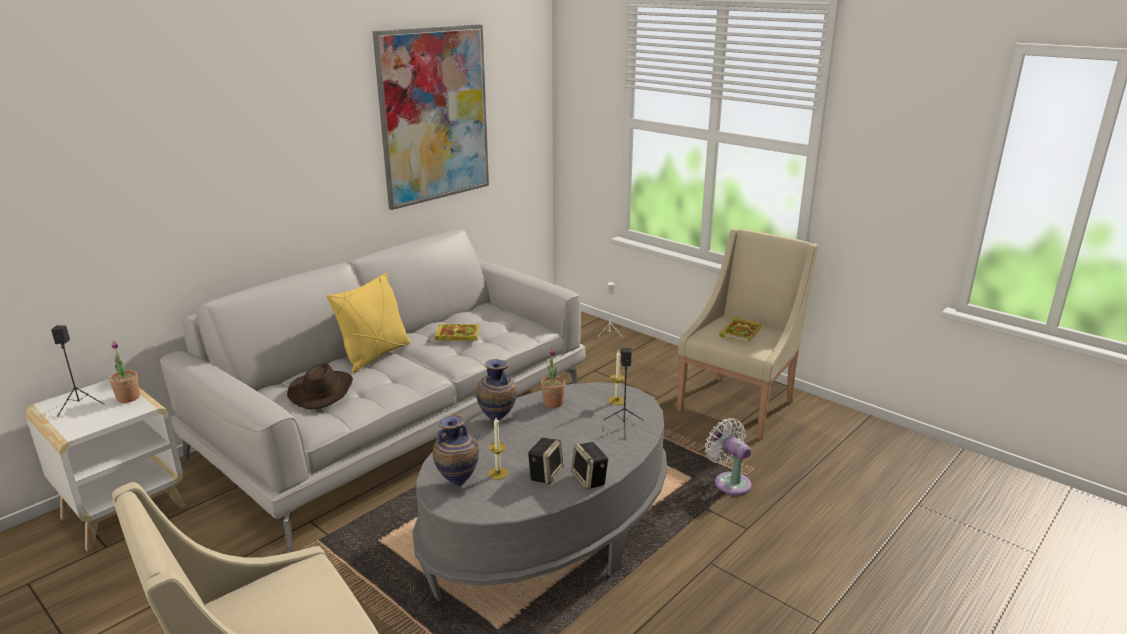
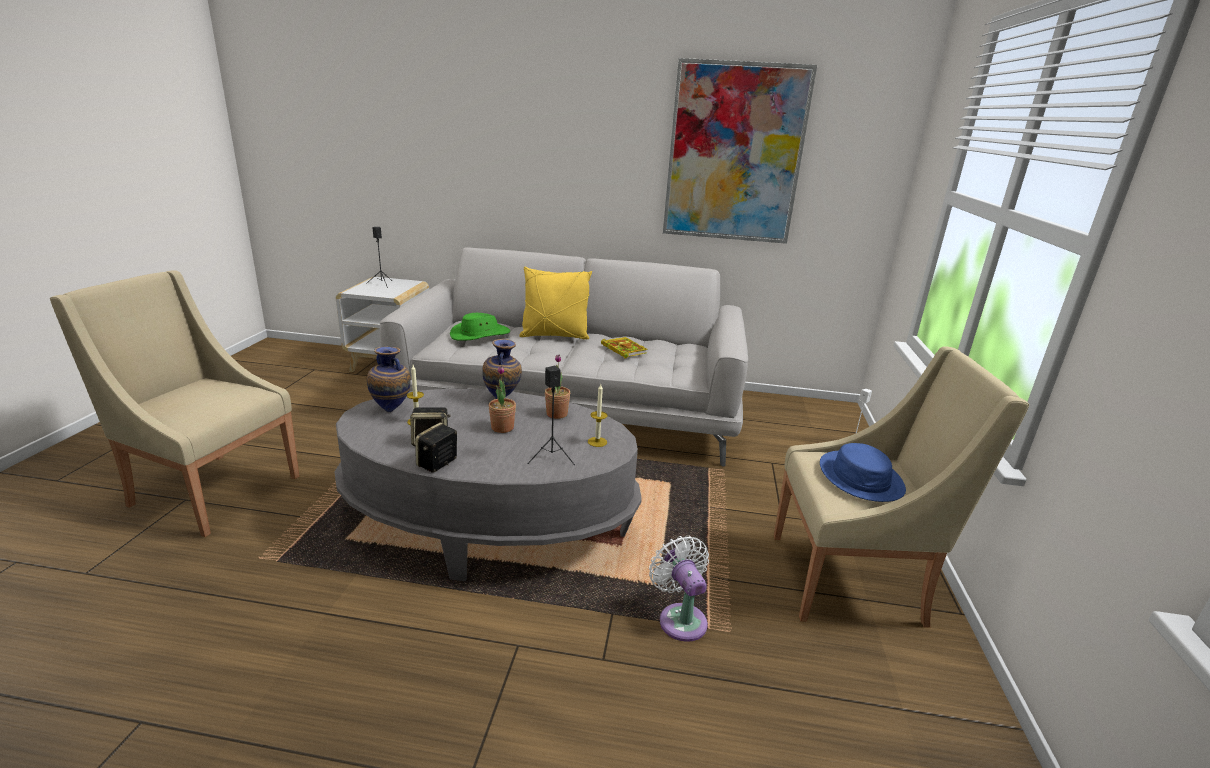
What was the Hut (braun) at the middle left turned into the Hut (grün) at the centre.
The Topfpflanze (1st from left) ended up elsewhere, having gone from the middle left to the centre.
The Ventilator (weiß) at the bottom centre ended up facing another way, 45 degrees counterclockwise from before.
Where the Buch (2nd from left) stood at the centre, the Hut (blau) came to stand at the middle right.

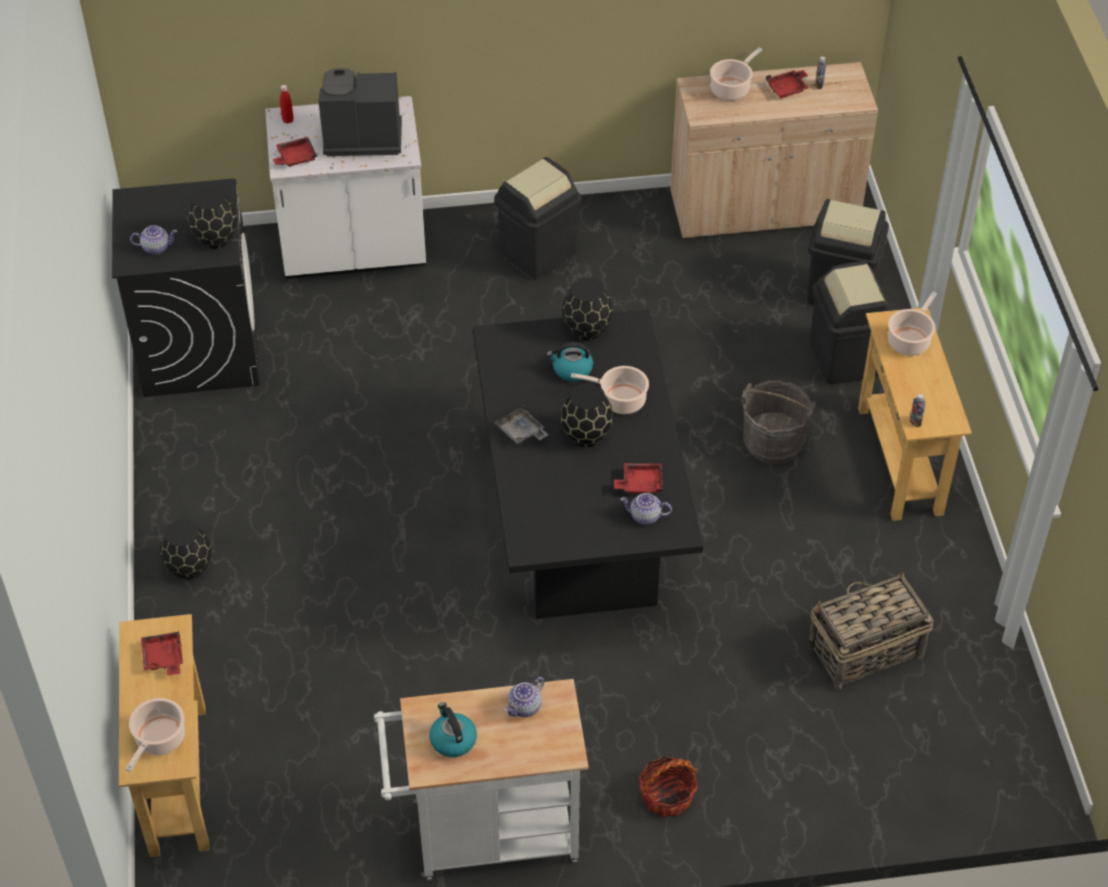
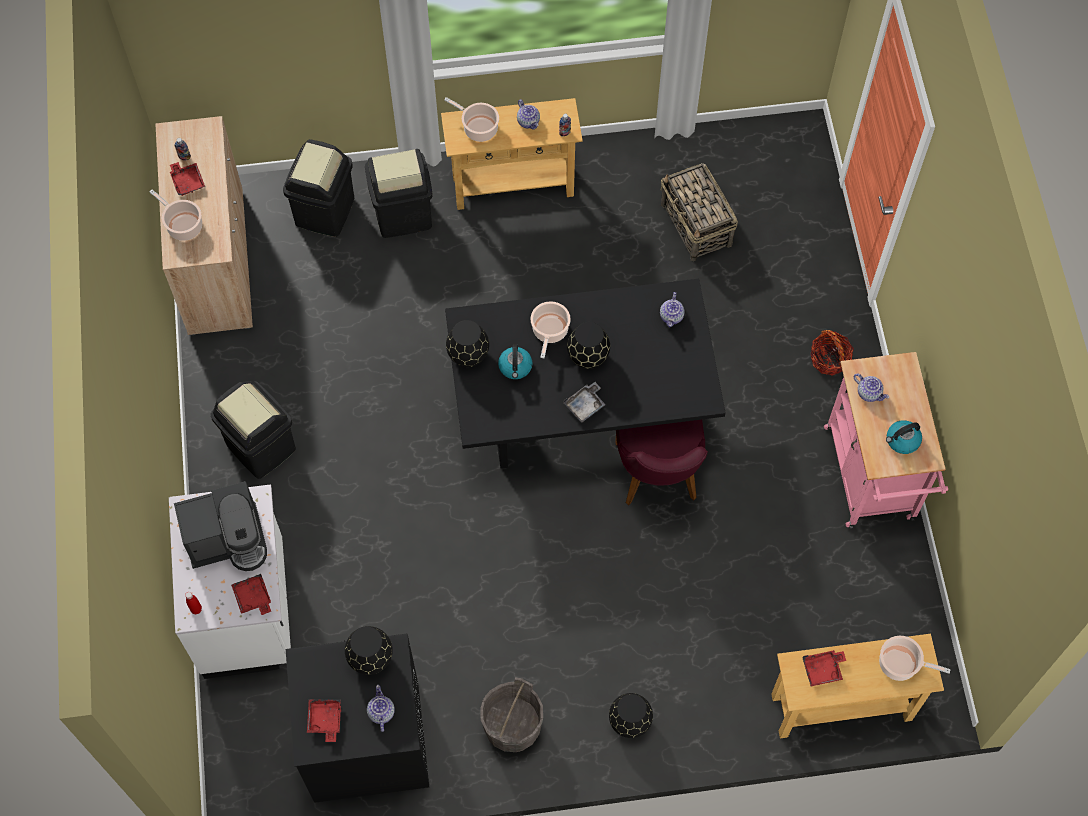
The Kaffeemaschine at the top left ended up facing another way, 105 degrees counterclockwise from before.
The Tablett (rot) (3rd from left) ended up elsewhere, having gone from the centre to the bottom left.
The Eimer (grau) ended up elsewhere, having gone from the middle right to the bottom centre.
The second view gained the Teekanne (2nd from left) at the top centre.
The second view gained the Stuhl (lila) at the centre.
What was the Rollwagen (weiß) at the bottom centre turned into the Rollwagen (rosa) at the middle right.

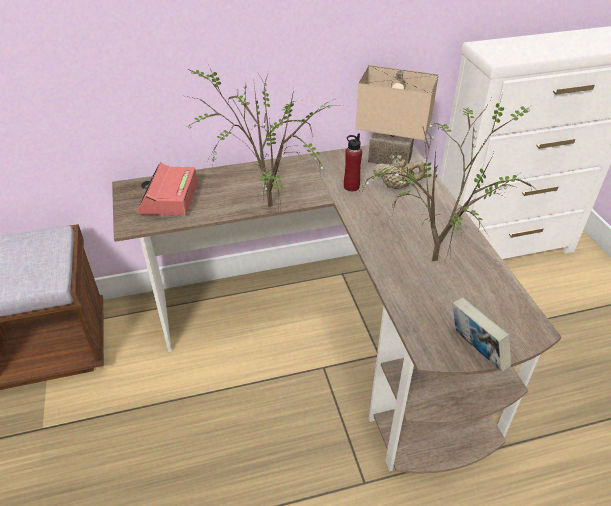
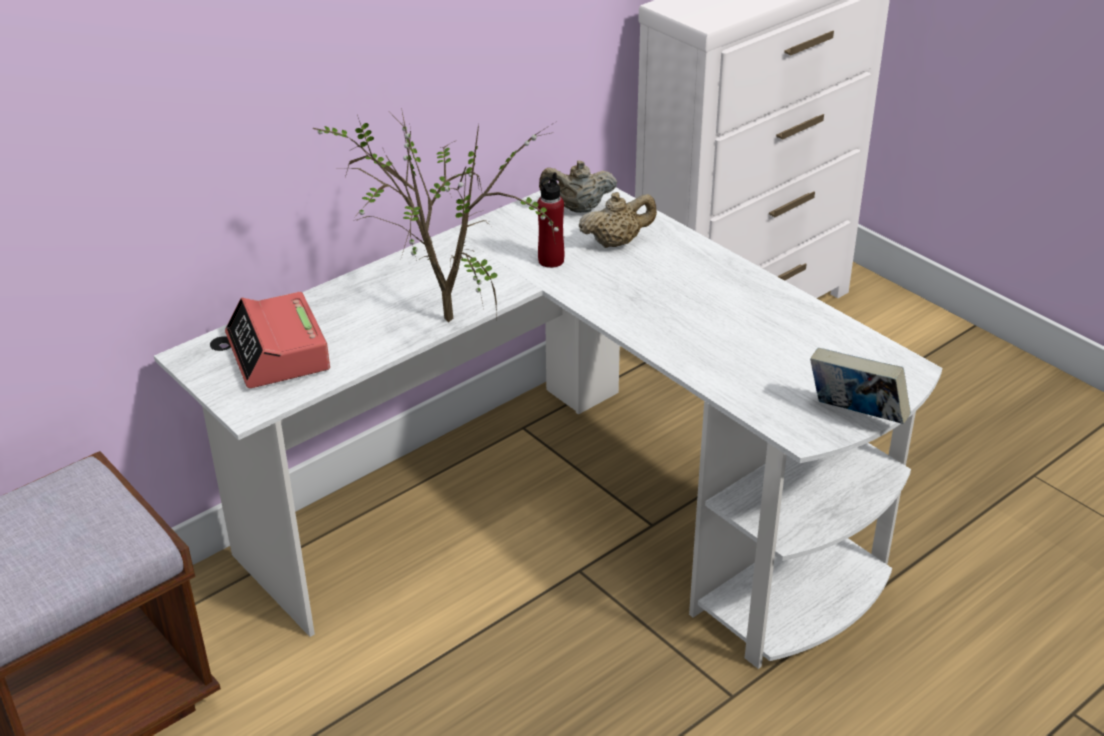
What was the Schreibtisch (braun) at the centre turned into the Schreibtisch (weiß) at the centre.
Where the Tischlampe (beige) stood at the top centre, the Teekanne (beige) (1st from left) came to stand at the top centre.
The second view lost the Topfpflanze (2nd from left) at the middle right.

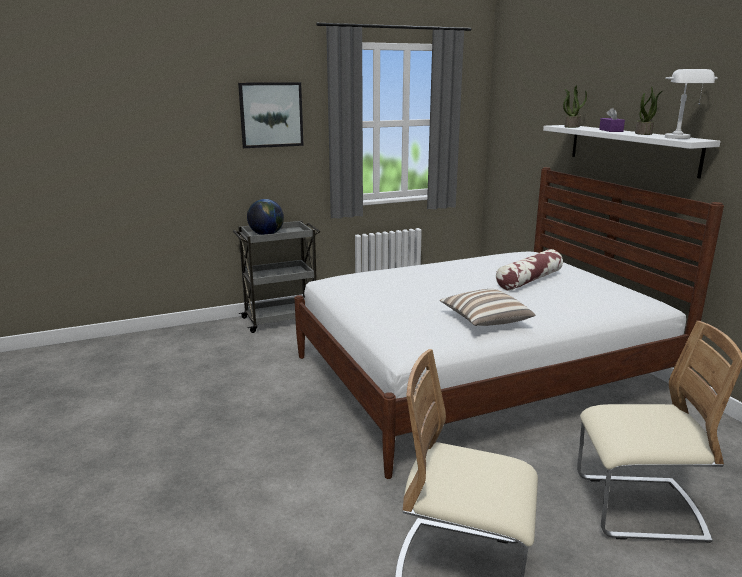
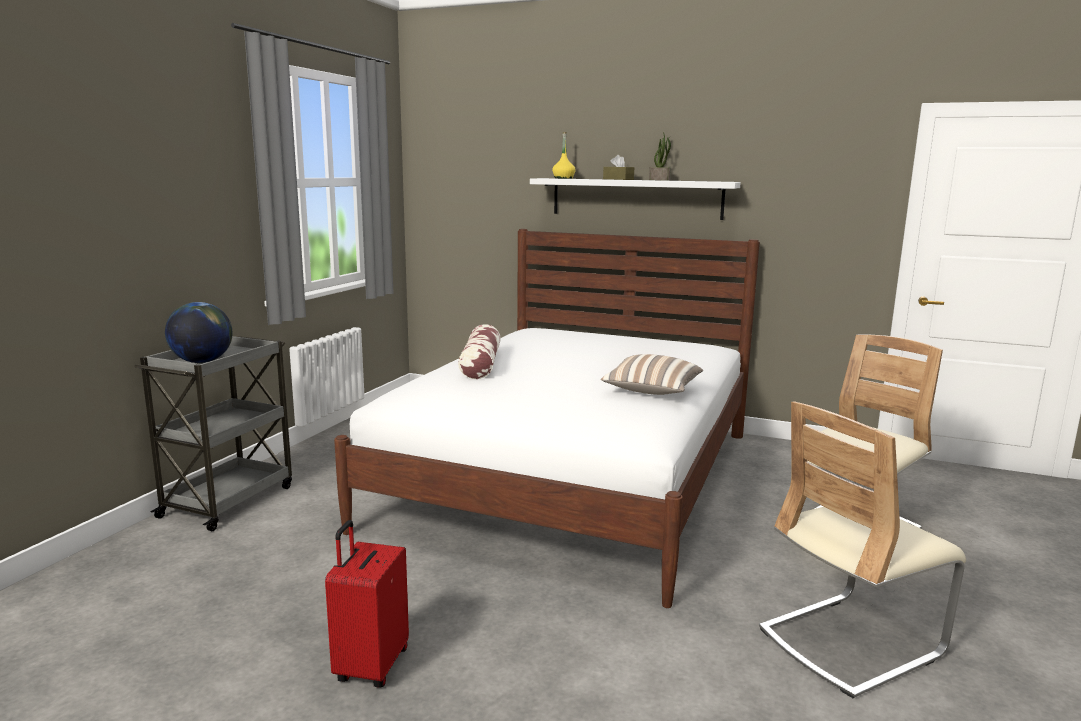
The second view gained the Koffer (rot) at the bottom centre.
The Kissen (2nd from left in the first image) ended up elsewhere, having gone from the middle right to the centre.
Where the Topfpflanze (1st from left) stood at the top right, the Flasche (gelb) came to stand at the top centre.
What was the Taschentuchbox (lila) at the top right turned into the Taschentuchbox (braun) at the top centre.
The second view lost the Bild at the top centre.
The second view lost the Tischlampe (weiß) at the top right.

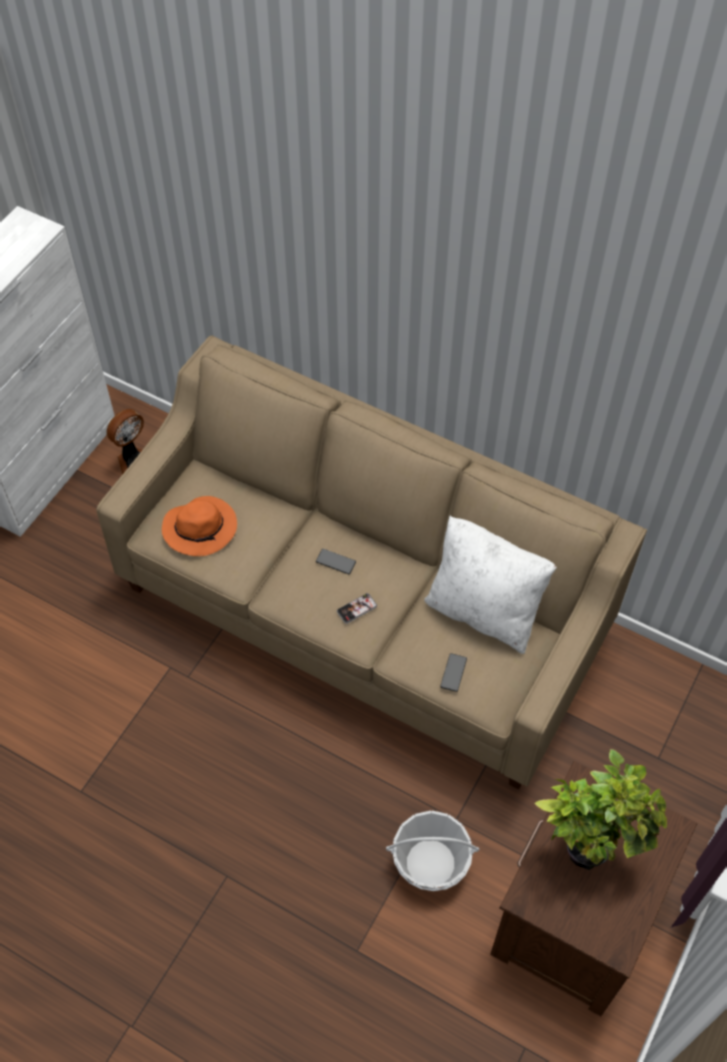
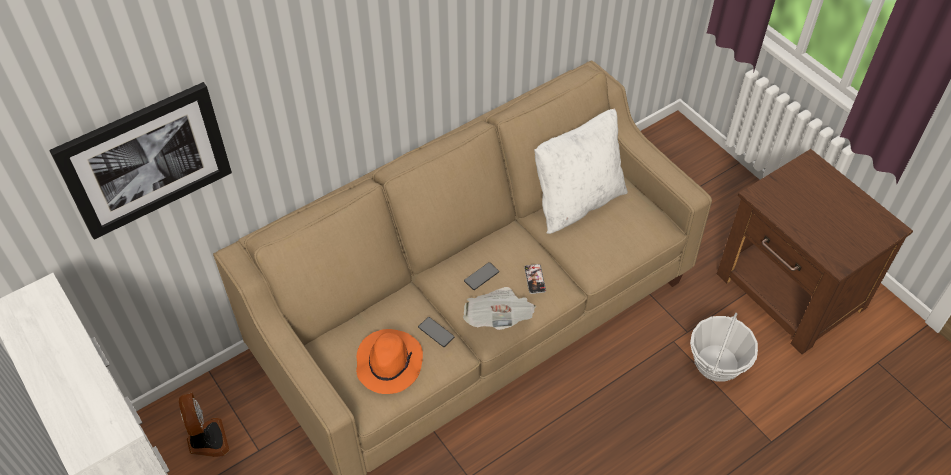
The second view gained the Bild at the middle left.
The Handy (3rd from left in the first image) ended up elsewhere, having gone from the centre to the bottom centre.
The second view gained the Zeitung at the centre.
The second view lost the Topfpflanze at the bottom right.

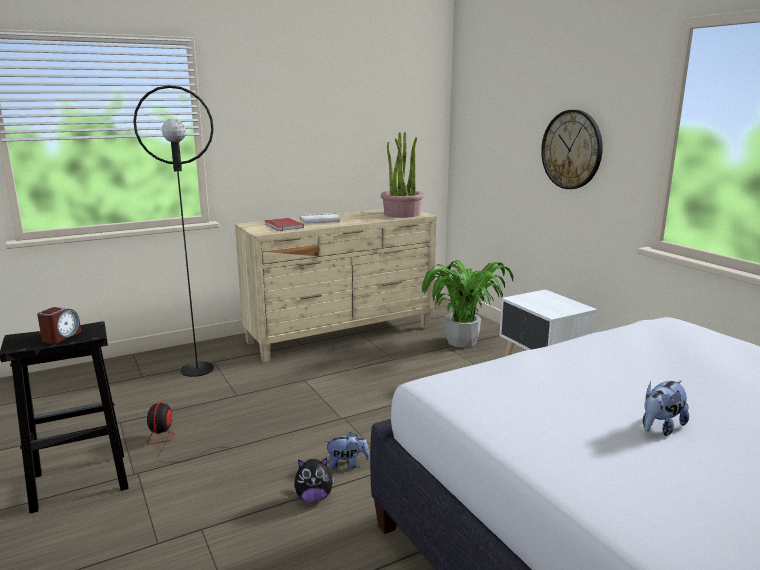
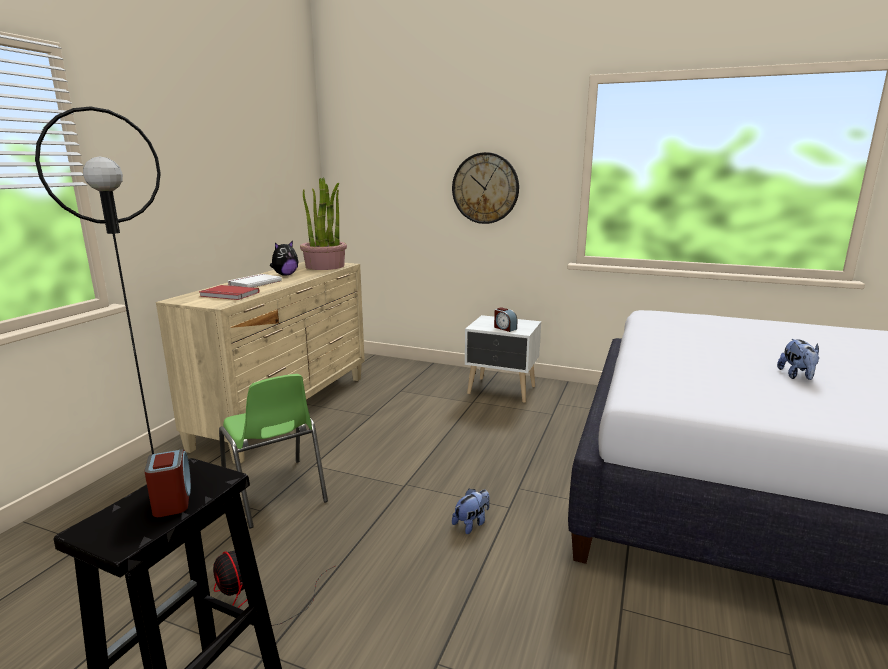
The second view gained the Stuhl (grün) at the bottom left.
The Plüschtier (1st from left) ended up elsewhere, having gone from the bottom centre to the middle left.
The second view gained the Wecker (2nd from left) at the centre.
The second view lost the Topfpflanze (2nd from left) at the centre.

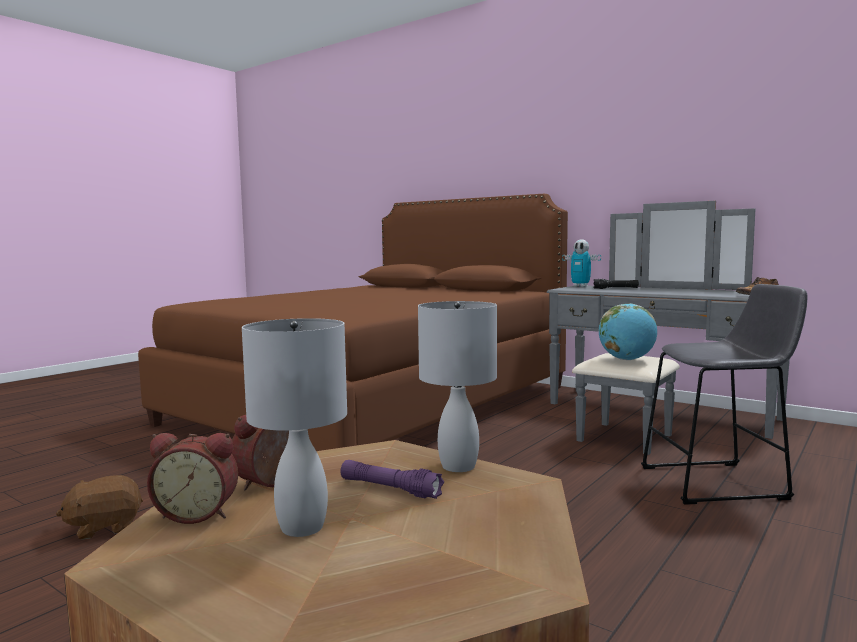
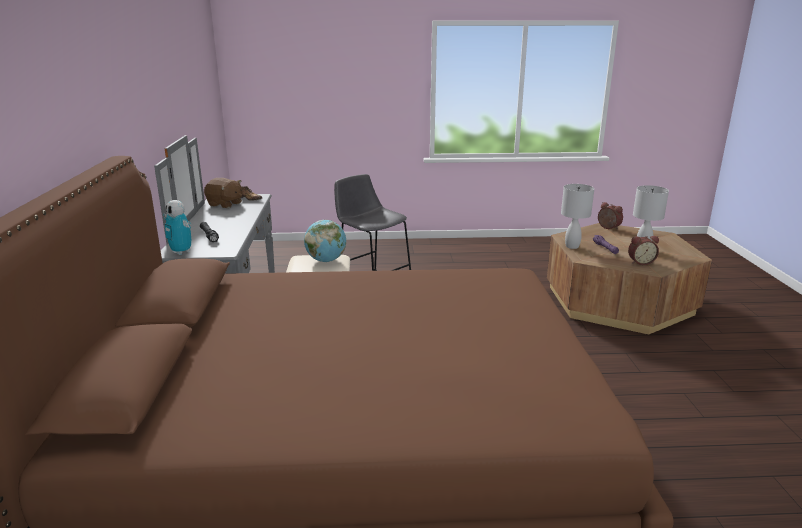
The Spielzeugroboter at the middle right ended up facing another way, 135 degrees clockwise from before.
The Plüschtier (braun) ended up elsewhere, having gone from the bottom left to the middle left.
The Wecker (1st from left) ended up elsewhere, having gone from the bottom left to the middle right.

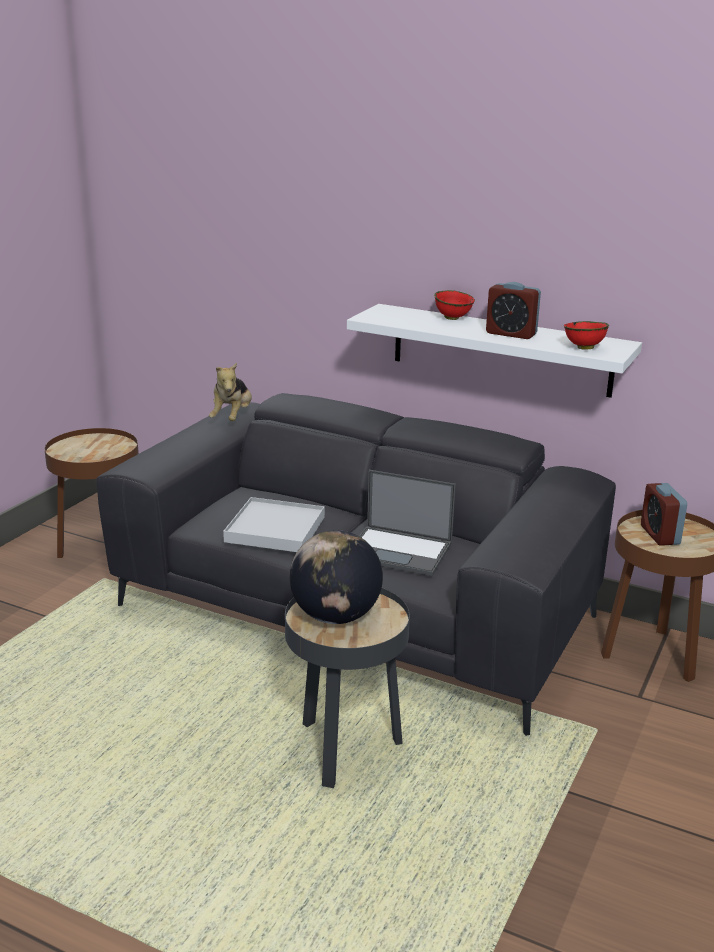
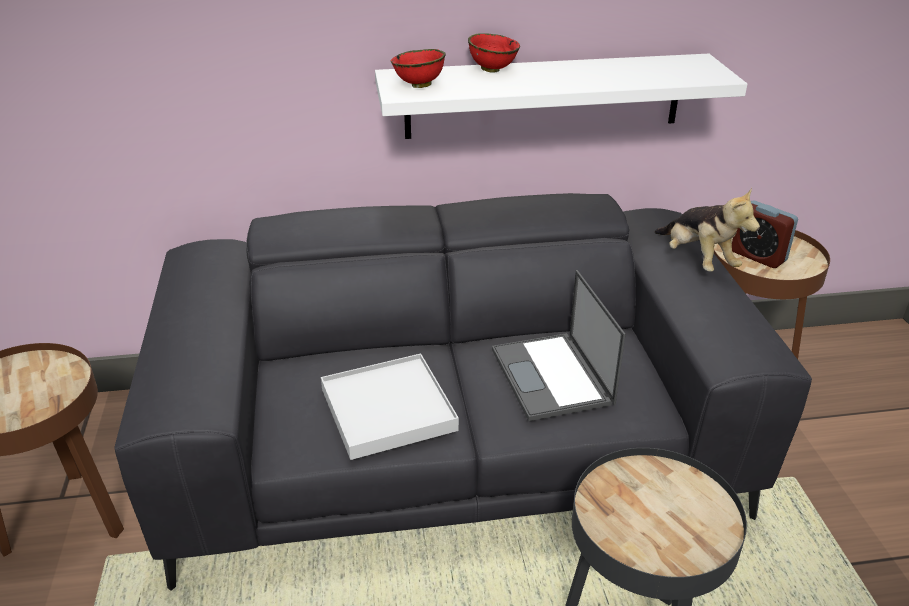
The Schüssel (rot) (2nd from left in the first image) ended up elsewhere, having gone from the middle right to the top centre.
The Laptop at the centre ended up facing another way, 90 degrees clockwise from before.
The Plüschtier ended up elsewhere, having gone from the middle left to the middle right.
The second view lost the Globus at the centre.
The second view lost the Wecker (1st from left) at the top right.

